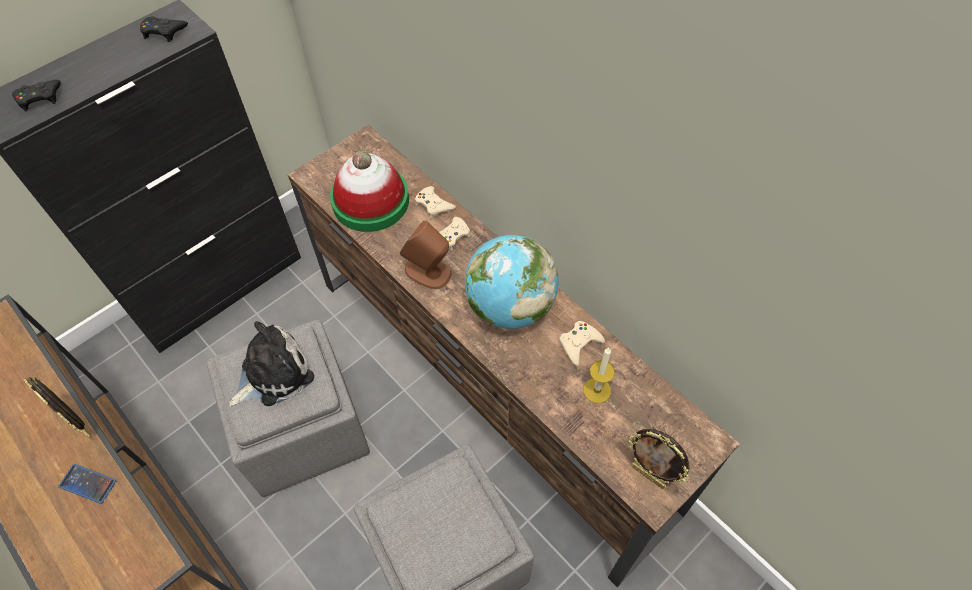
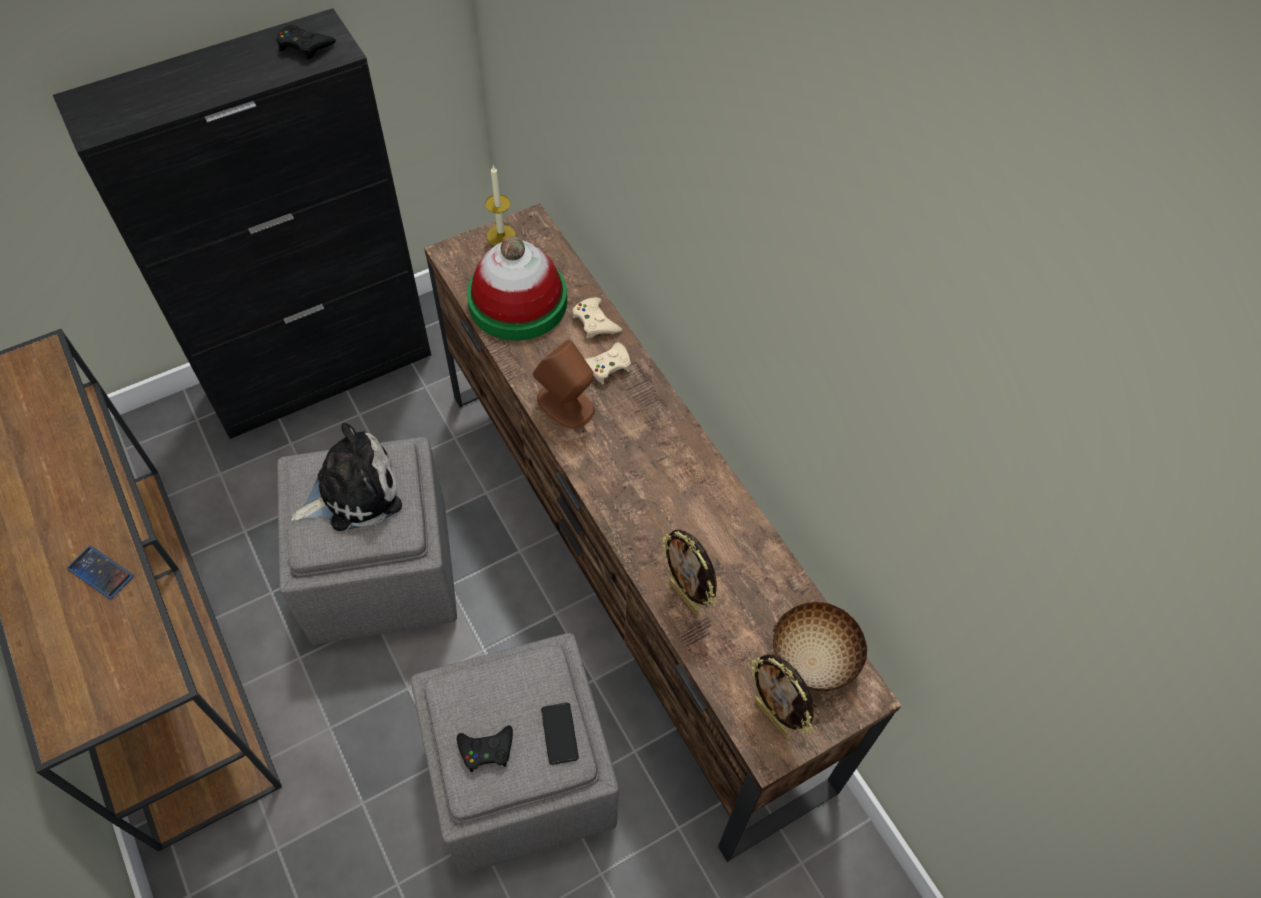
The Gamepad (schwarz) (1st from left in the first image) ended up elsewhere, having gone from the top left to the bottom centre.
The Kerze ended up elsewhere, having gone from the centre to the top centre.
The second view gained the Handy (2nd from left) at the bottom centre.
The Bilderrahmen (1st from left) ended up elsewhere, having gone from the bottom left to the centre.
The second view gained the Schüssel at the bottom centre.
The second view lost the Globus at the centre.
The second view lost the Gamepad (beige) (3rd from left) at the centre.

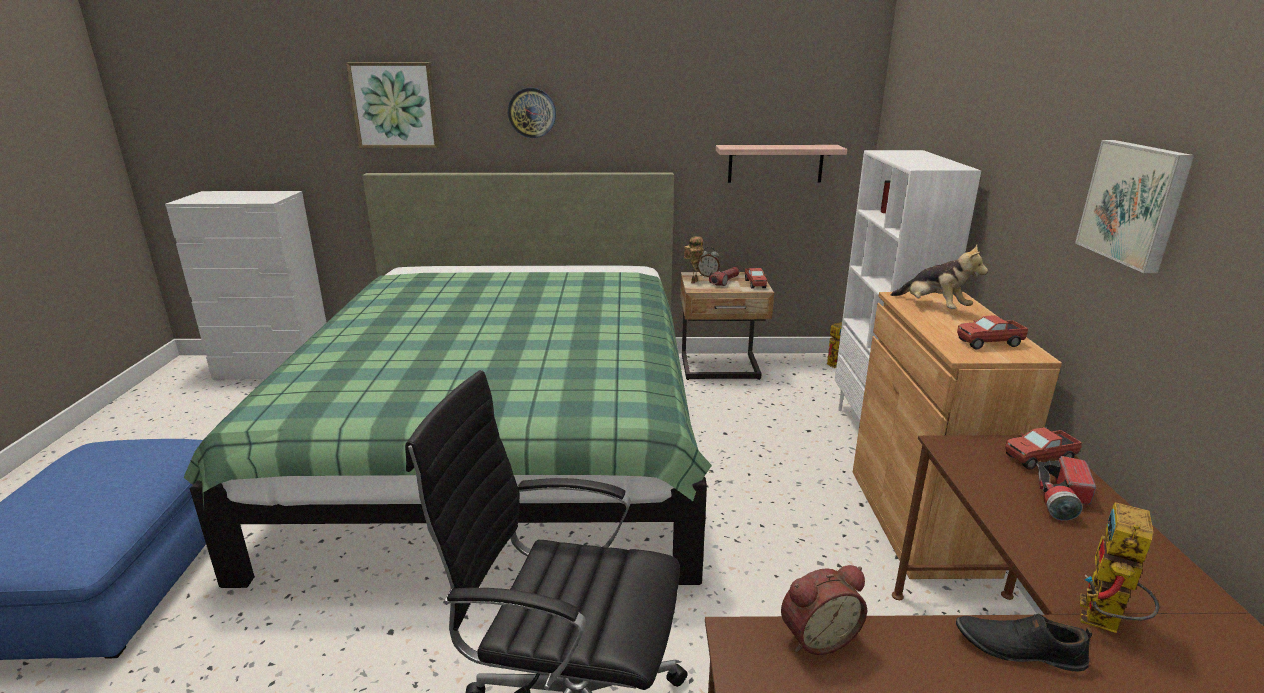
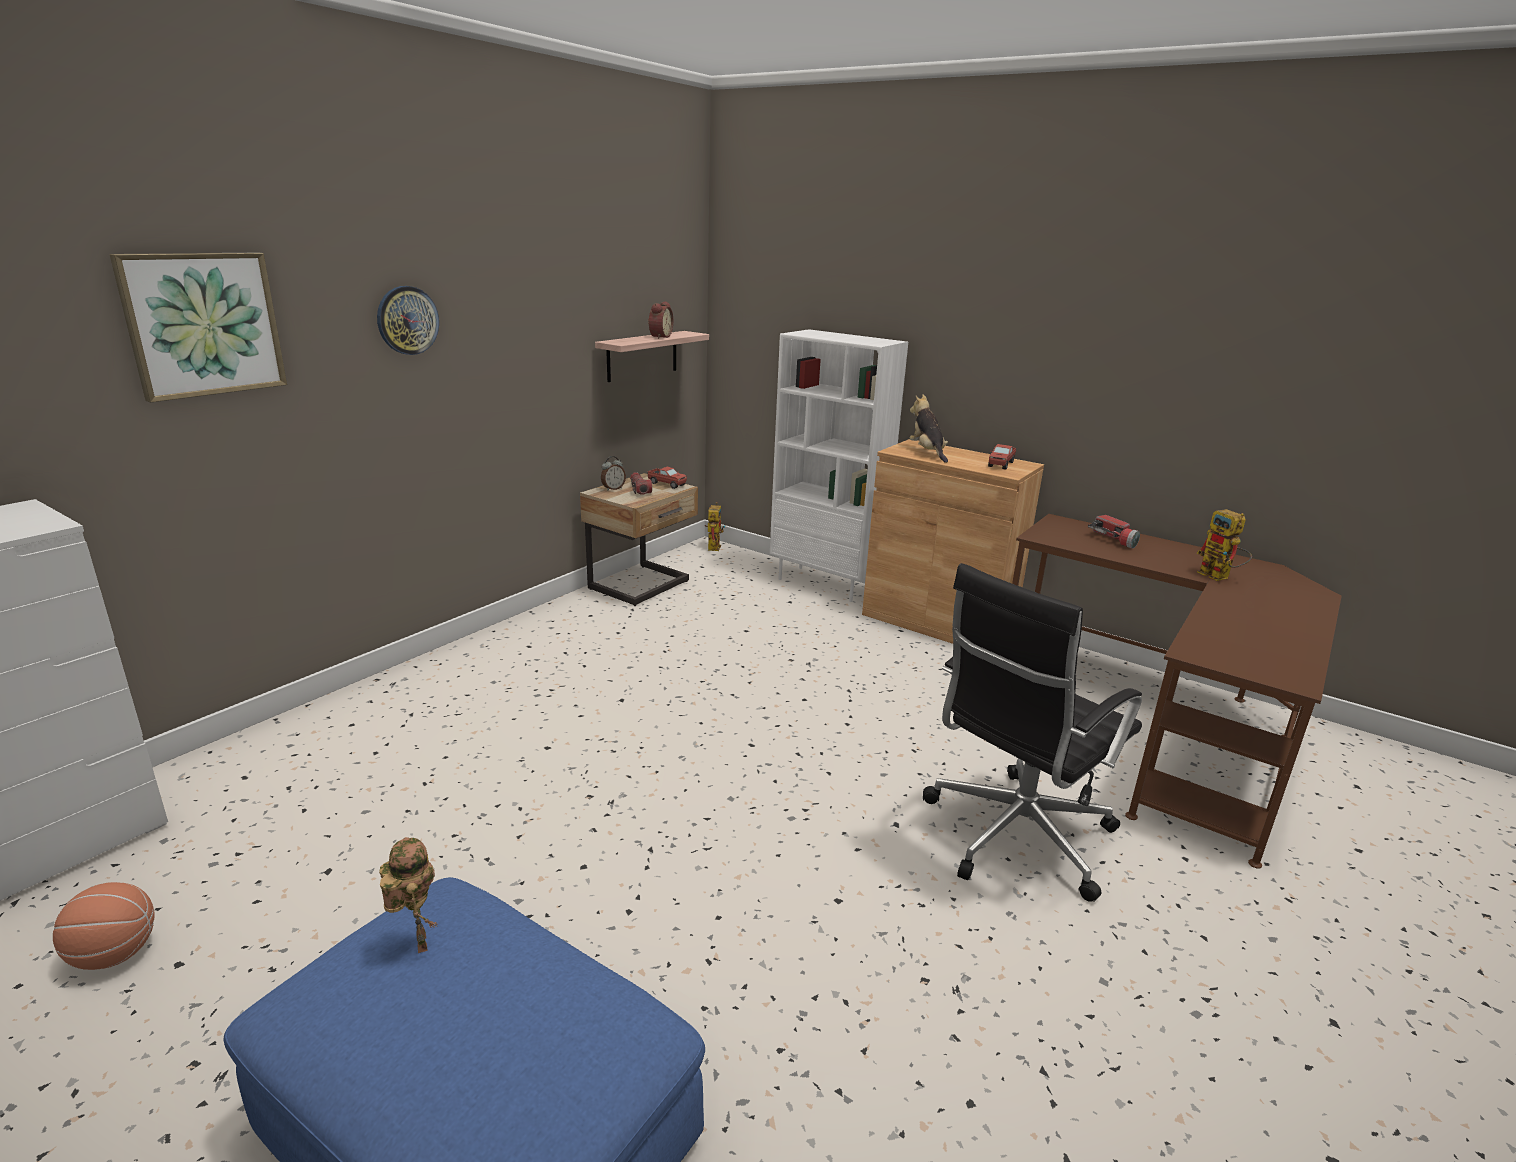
The second view gained the Basketball at the bottom left.
The Spielzeugroboter (1st from left) ended up elsewhere, having gone from the centre to the bottom left.
The Wecker (2nd from left) ended up elsewhere, having gone from the bottom centre to the top centre.
The Plüschtier at the middle right ended up facing another way, 105 degrees counterclockwise from before.
The second view lost the Bett (grün) at the centre.
The second view lost the Schuh (schwarz) at the bottom right.
The second view lost the Spielzeuglaster (3rd from left) at the middle right.
The second view lost the Bild (2nd from left) at the top right.

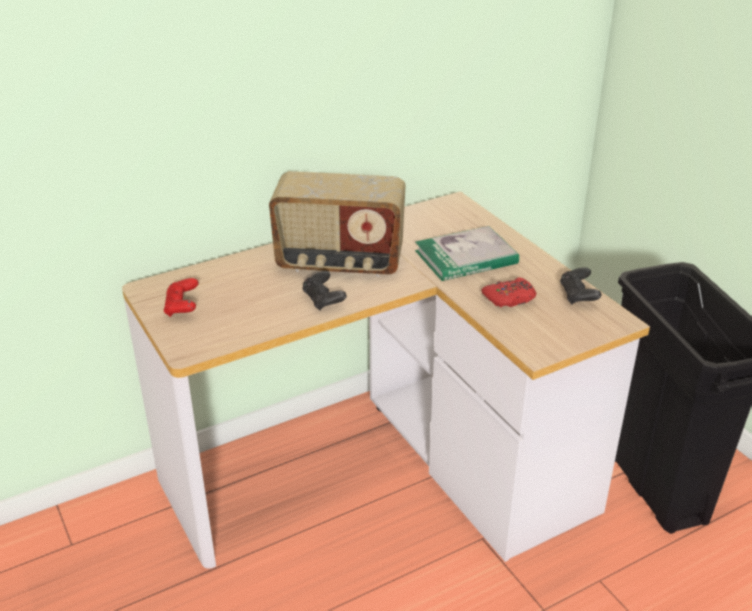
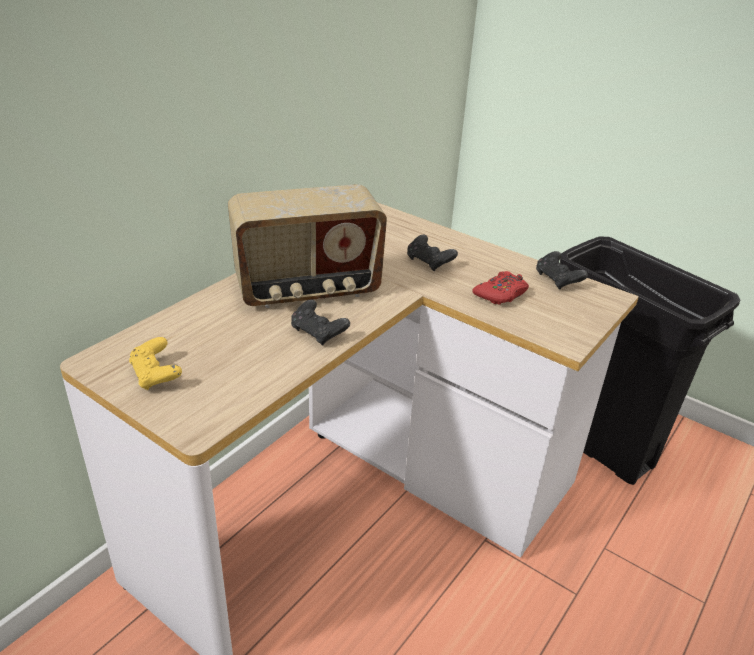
What was the Gamepad (rot) (1st from left) at the middle left turned into the Gamepad (gelb) at the middle left.
Where the Buch stood at the centre, the Gamepad (schwarz) (2nd from left) came to stand at the centre.

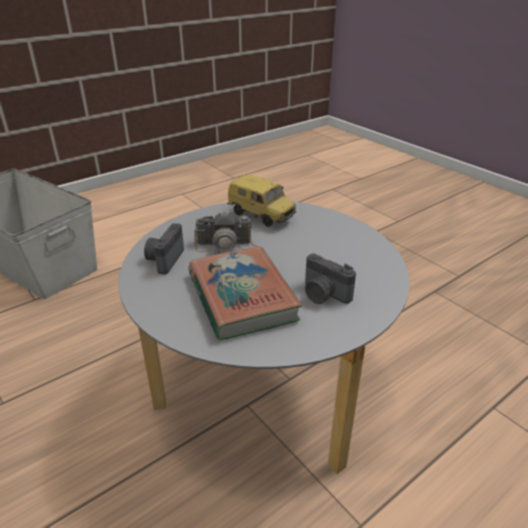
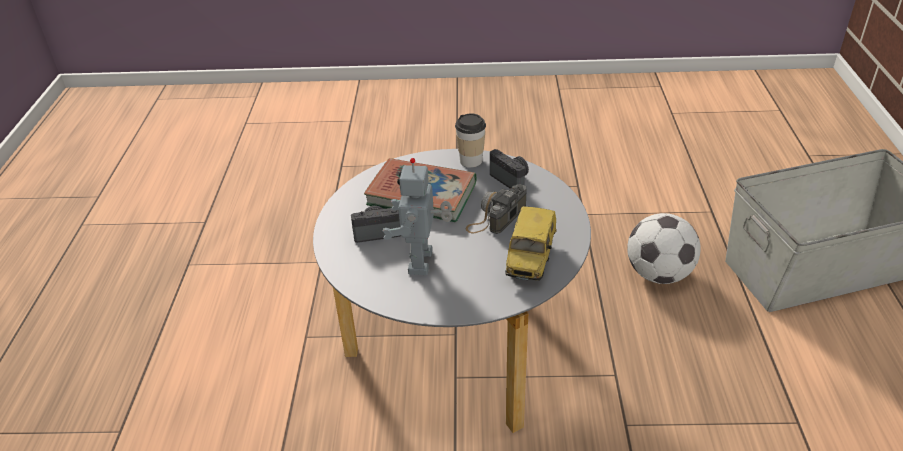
The second view gained the Spielzeugroboter at the centre.
The second view gained the Tasse at the top centre.
The Spielzeugauto at the centre ended up facing another way, 60 degrees counterclockwise from before.
The second view gained the Fußball at the middle right.

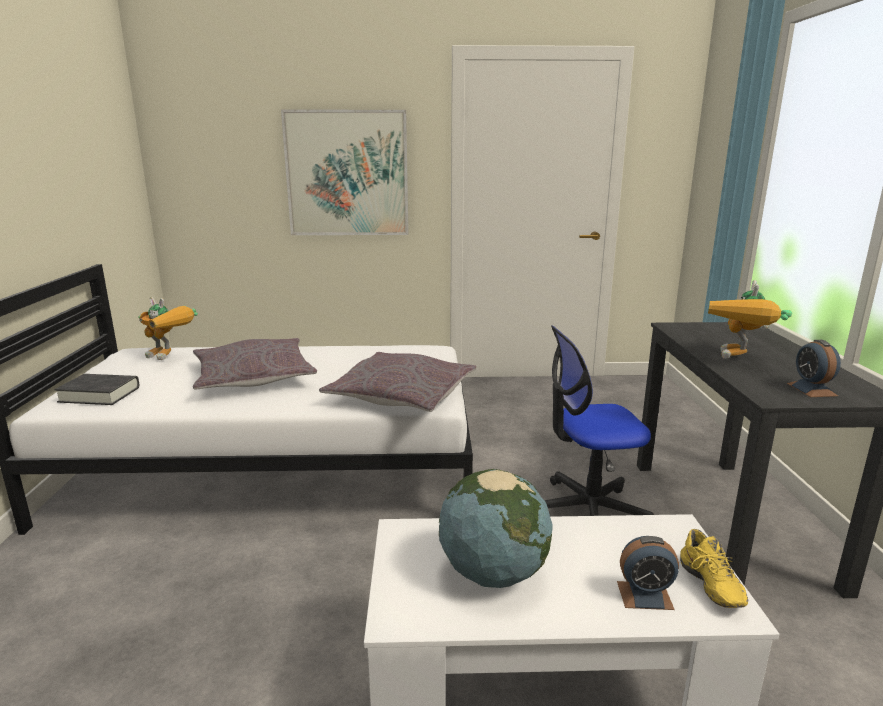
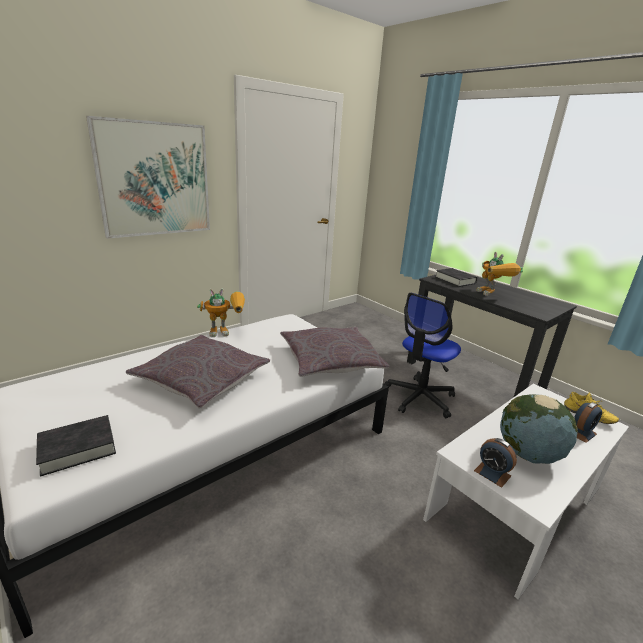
The Spielzeugroboter (1st from left) ended up elsewhere, having gone from the middle left to the centre.
The second view gained the Buch (schwarz) (2nd from left) at the middle right.
The Wecker (2nd from left in the first image) ended up elsewhere, having gone from the middle right to the bottom right.

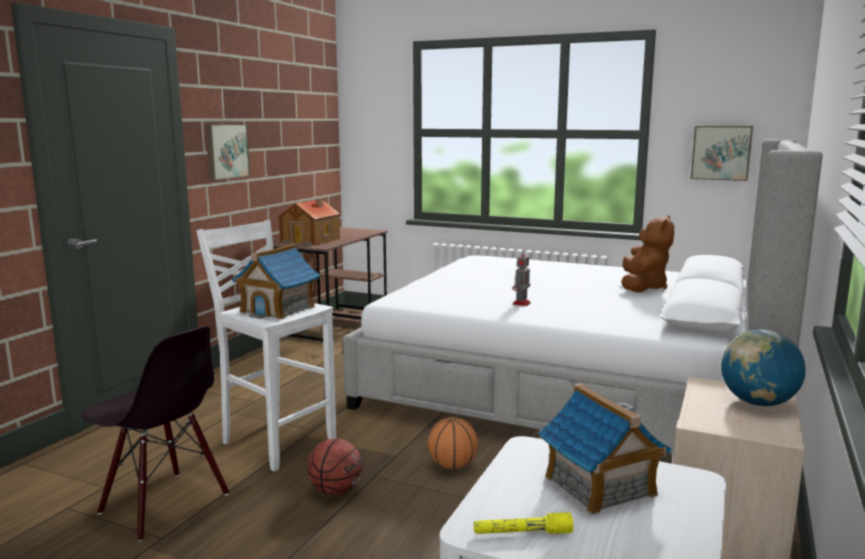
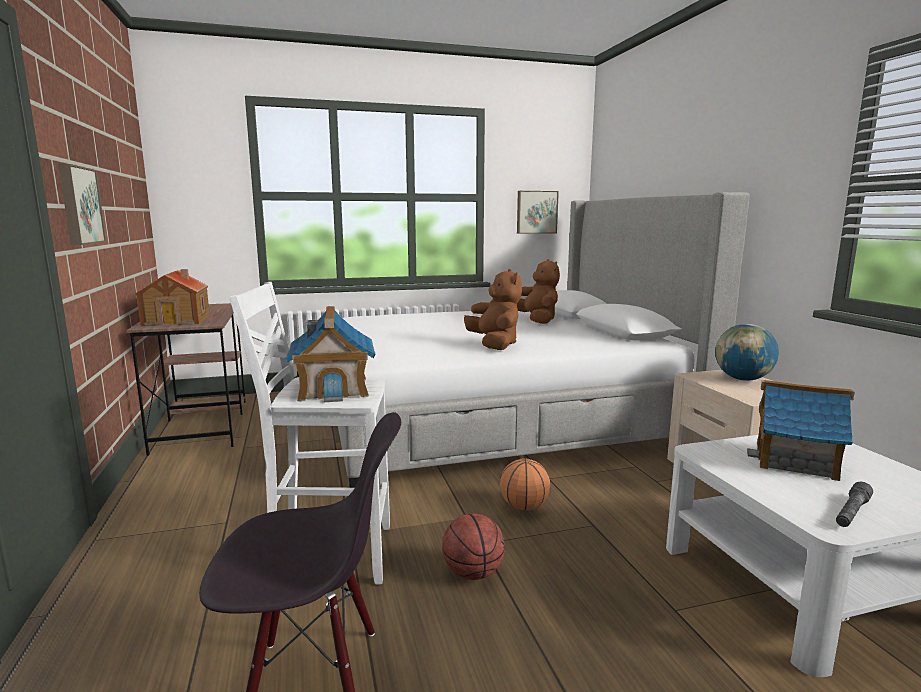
Where the Spielzeugroboter stood at the centre, the Plüschtier (braun) (1st from left) came to stand at the centre.
What was the Taschenlampe (gelb) at the bottom centre turned into the Taschenlampe (grau) at the bottom right.

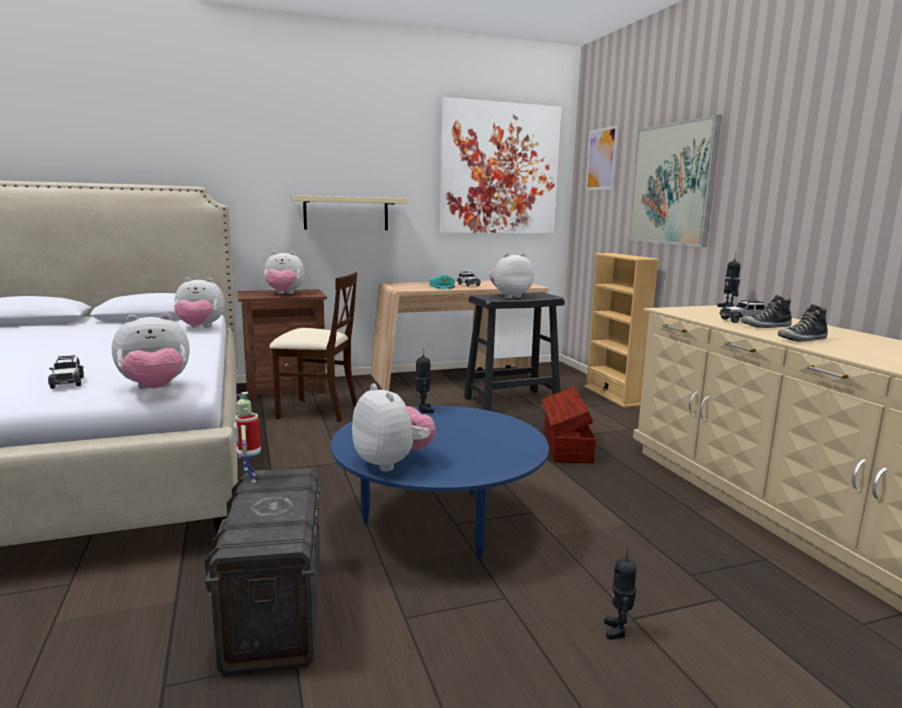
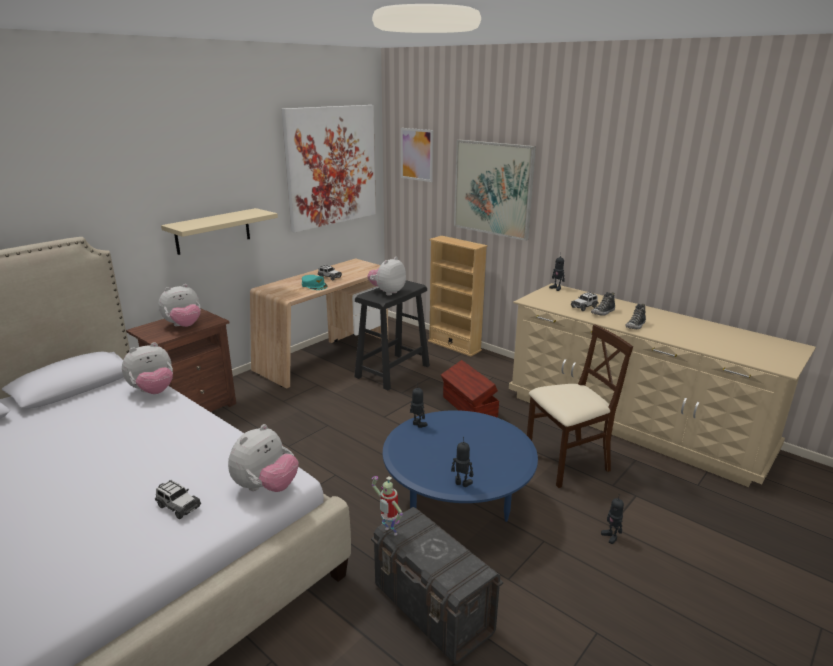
Where the Plüschtier (4th from left) stood at the centre, the Spielzeugroboter (3rd from left) came to stand at the bottom centre.
The Stuhl (beige) ended up elsewhere, having gone from the centre to the middle right.

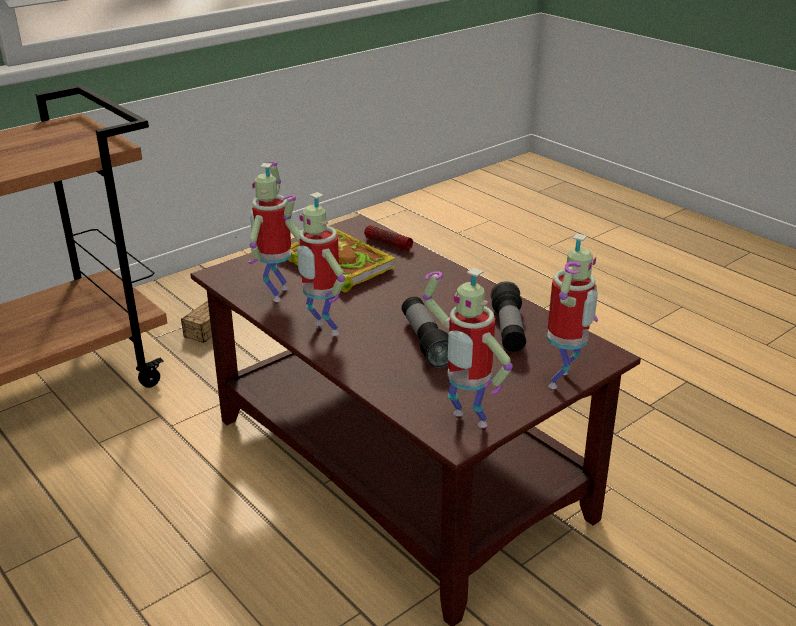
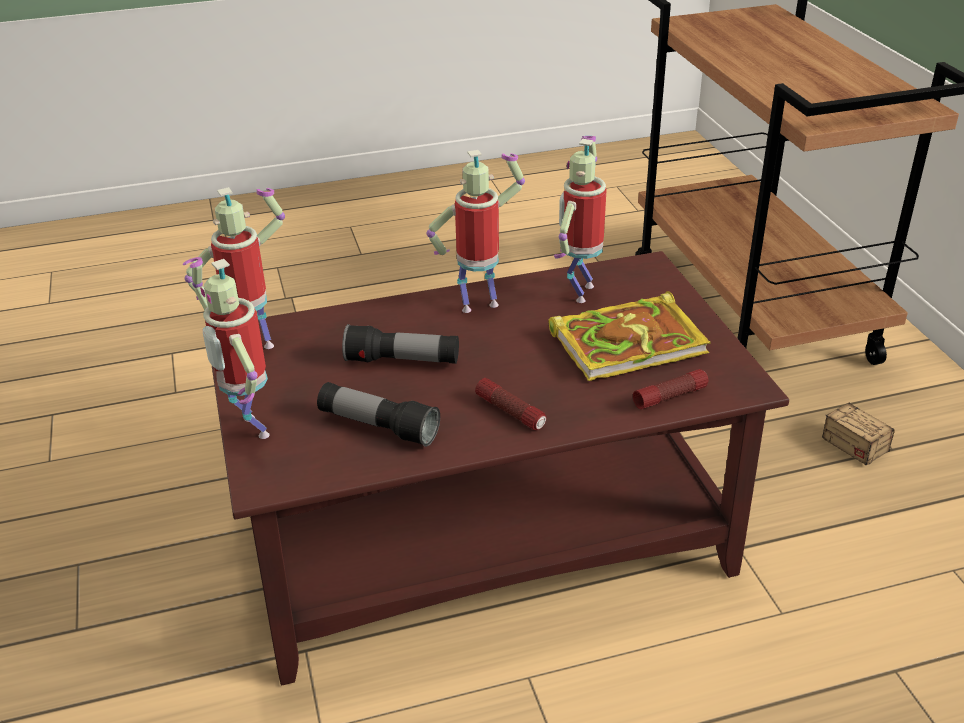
The second view gained the Taschenlampe (3rd from left) at the centre.
The Spielzeugroboter (1st from left in the first image) at the centre ended up facing another way, 105 degrees counterclockwise from before.

